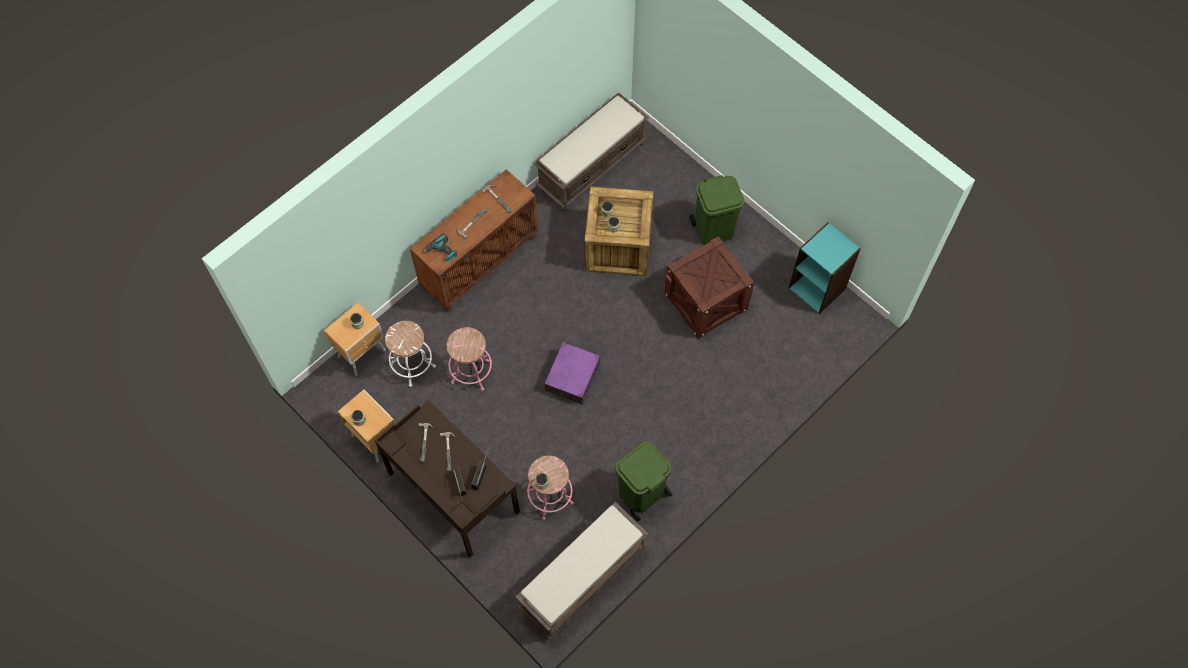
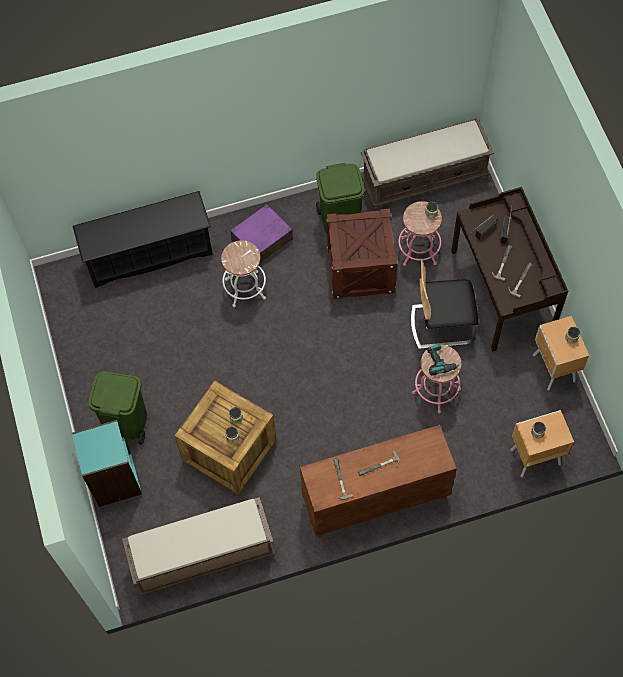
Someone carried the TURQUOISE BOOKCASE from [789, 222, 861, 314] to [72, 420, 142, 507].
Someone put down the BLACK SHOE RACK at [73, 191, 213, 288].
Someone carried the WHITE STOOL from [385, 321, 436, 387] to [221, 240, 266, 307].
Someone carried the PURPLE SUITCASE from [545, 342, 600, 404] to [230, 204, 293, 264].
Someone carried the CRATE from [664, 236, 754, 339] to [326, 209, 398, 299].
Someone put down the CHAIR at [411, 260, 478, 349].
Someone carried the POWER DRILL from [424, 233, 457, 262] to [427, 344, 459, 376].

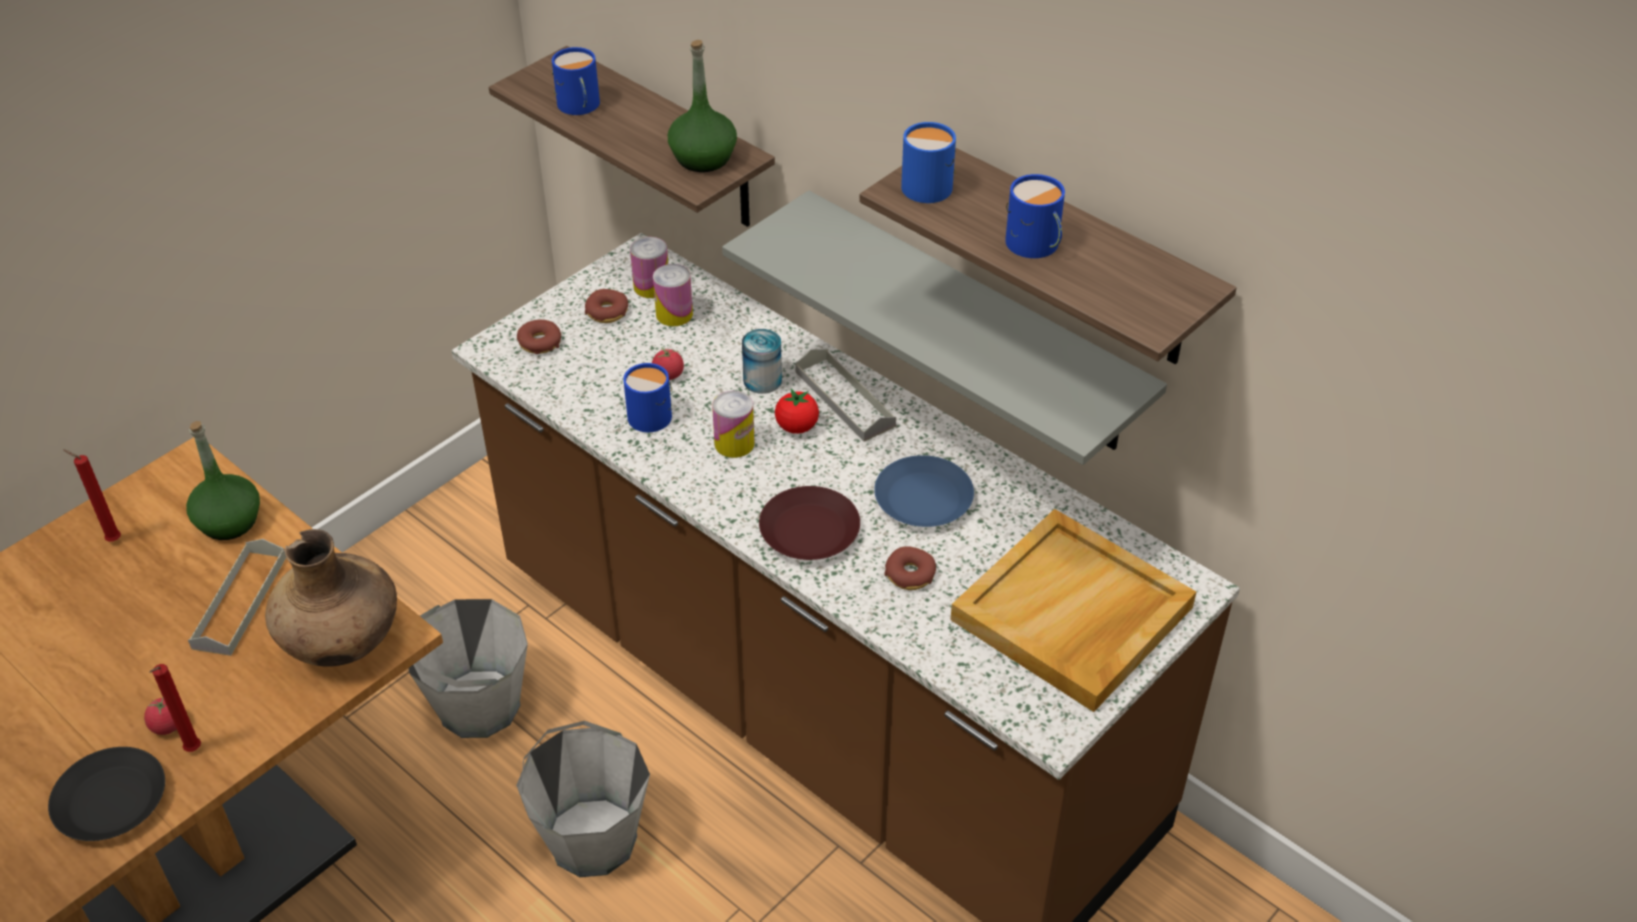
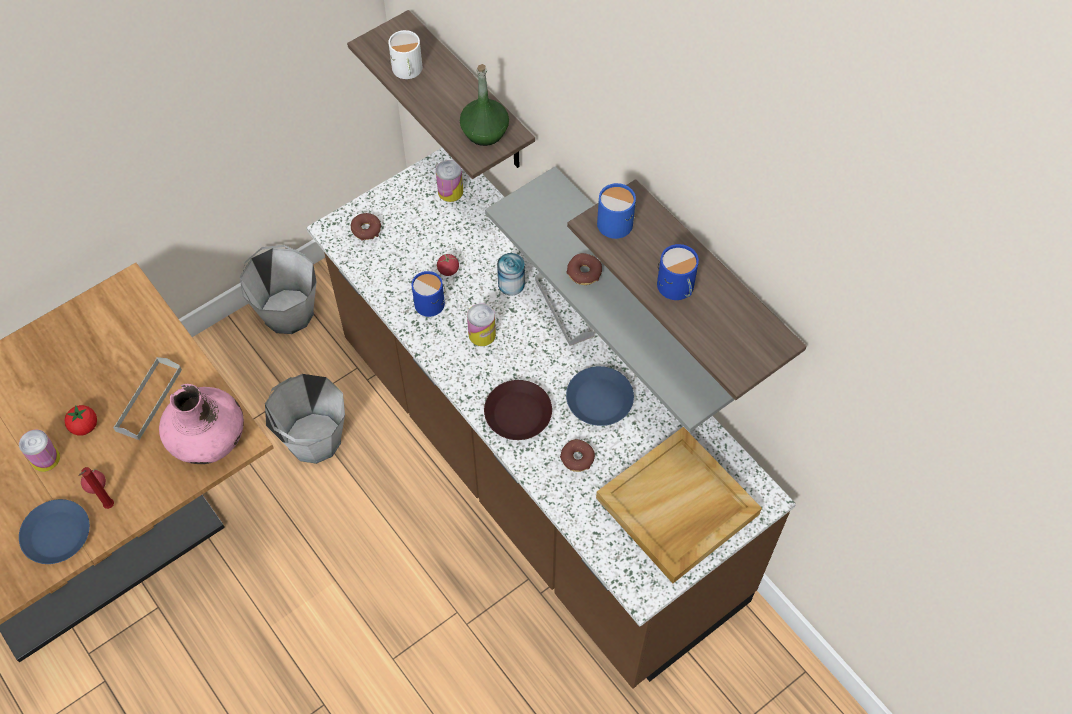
Someone carried the CAN from [653, 264, 693, 326] to [19, 429, 60, 472].
Someone repainted the BLACK PLATE at [48, 747, 165, 841], which became the BLUE PLATE at [19, 499, 90, 564].
Someone carried the TOMATO from [775, 389, 819, 434] to [65, 405, 97, 435].
Someone repainted the BROWN VASE at [265, 529, 397, 667], which became the PINK VASE at [159, 384, 244, 464].
Someone carried the GREY BUCKET from [516, 721, 650, 877] to [240, 245, 317, 334].
Someone repainted the BLUE MUG at [552, 47, 600, 115], which became the WHITE MUG at [388, 30, 423, 79].
Someone carried the DONUT from [585, 289, 628, 323] to [567, 253, 602, 285].
Someone took away the RED CANDLE at [63, 449, 121, 542].
Someone took away the GREEN BOTTLE at [186, 421, 260, 540].

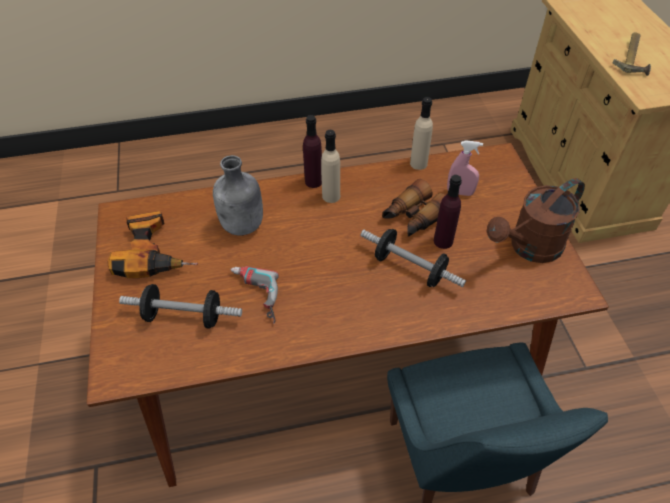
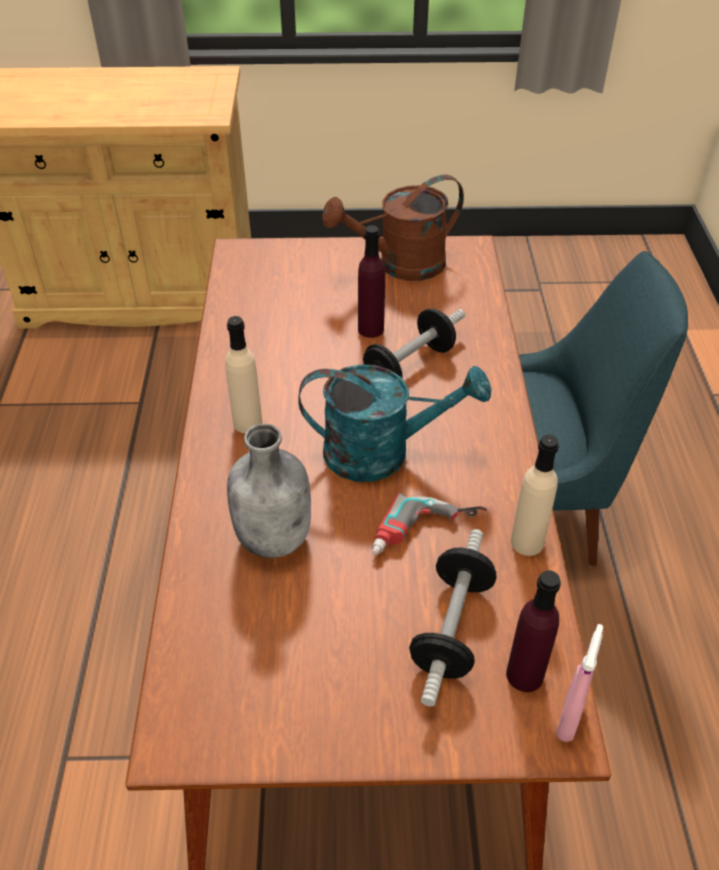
Someone put down the TURQUOISE WATERING CAN at [298, 364, 491, 482].
Someone rotated the BROWN WATERING CAN at [486, 178, 585, 263] by 90 degrees clockwise.
Someone carried the PURPLE BOTTLE from [303, 115, 322, 188] to [506, 570, 561, 692].
Someone carried the BEIGE BOTTLE from [410, 97, 433, 170] to [511, 434, 559, 556].
Someone carried the PINK SPRAY BOTTLE from [447, 140, 483, 196] to [556, 624, 603, 742].
Someone took away the POWER DRILL at [108, 211, 198, 278].
Someone took away the BINOCULARS at [382, 179, 445, 237].
Someone took away the HAMMER at [612, 32, 651, 76].

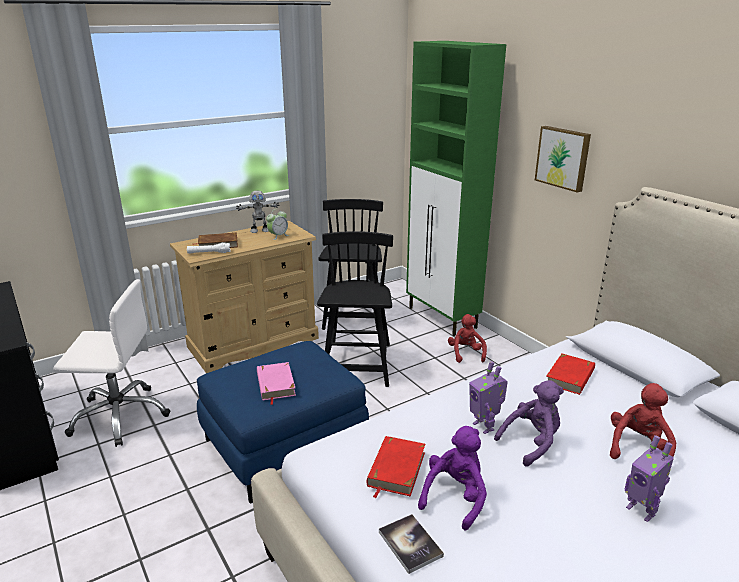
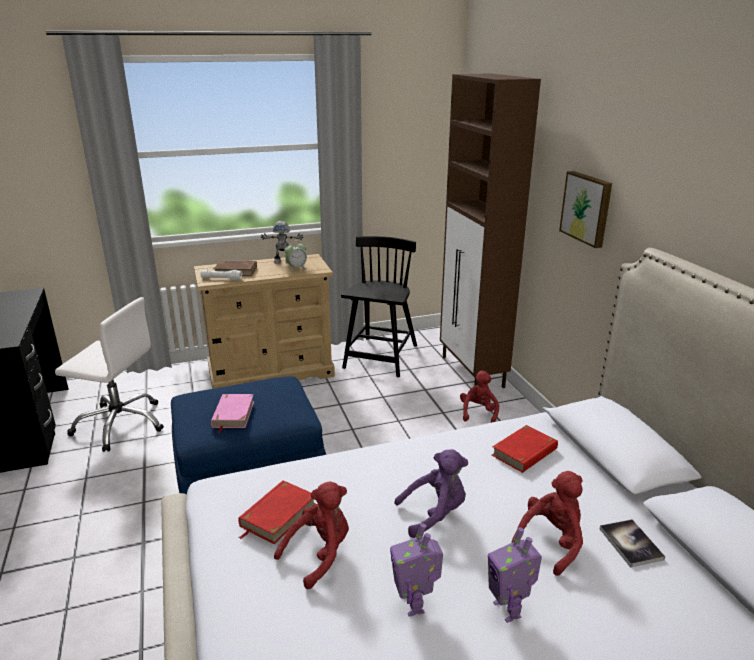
Someone repainted the PURPLE PLUSH TOY at [418, 426, 487, 530], which became the RED PLUSH TOY at [274, 481, 349, 589].
Someone carried the TOY ROBOT from [469, 361, 508, 434] to [390, 523, 443, 616].
Someone repainted the GREEN CABINET at [406, 41, 506, 336], which became the BROWN CABINET at [440, 73, 541, 388].
Someone carried the BOOK from [379, 514, 444, 574] to [600, 519, 665, 568].
Someone took away the BLACK CHAIR at [317, 231, 393, 387].

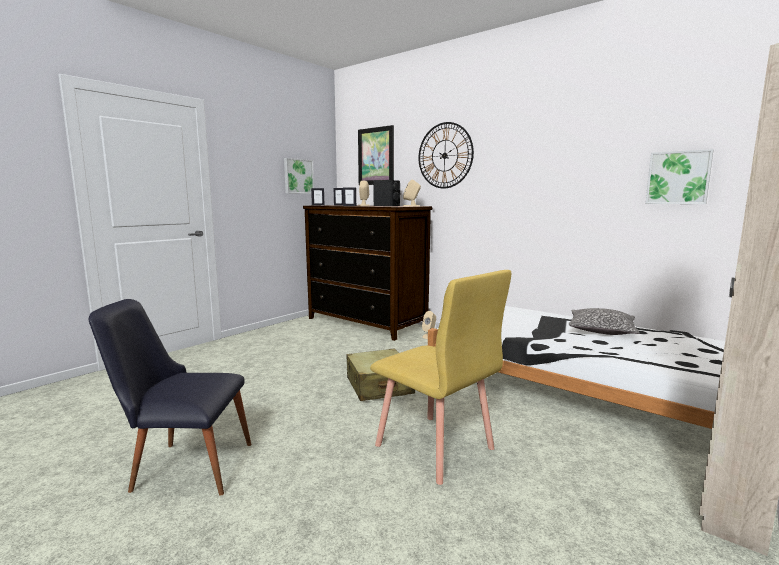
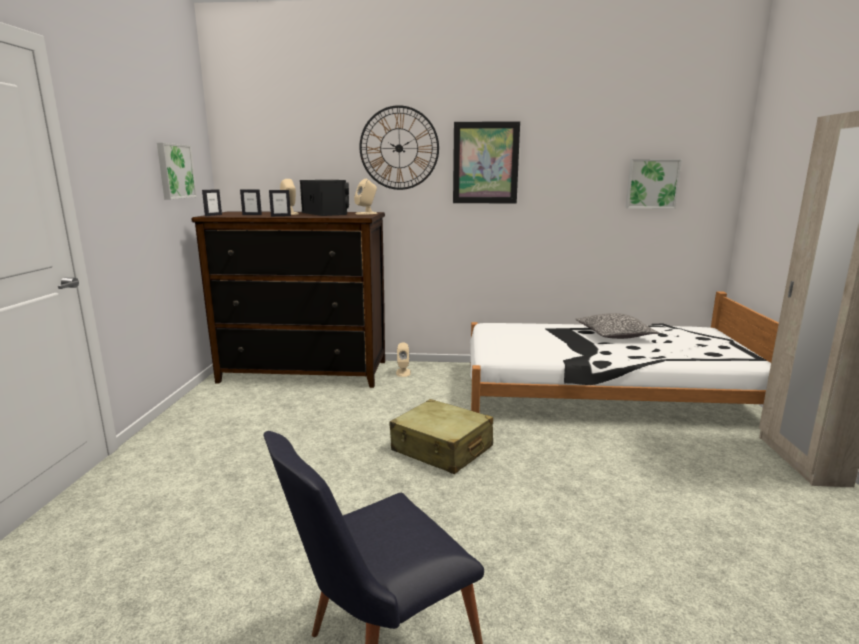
Someone carried the PICTURE from [358, 125, 394, 185] to [453, 121, 520, 203].
Someone took away the YELLOW CHAIR at [370, 270, 511, 485].

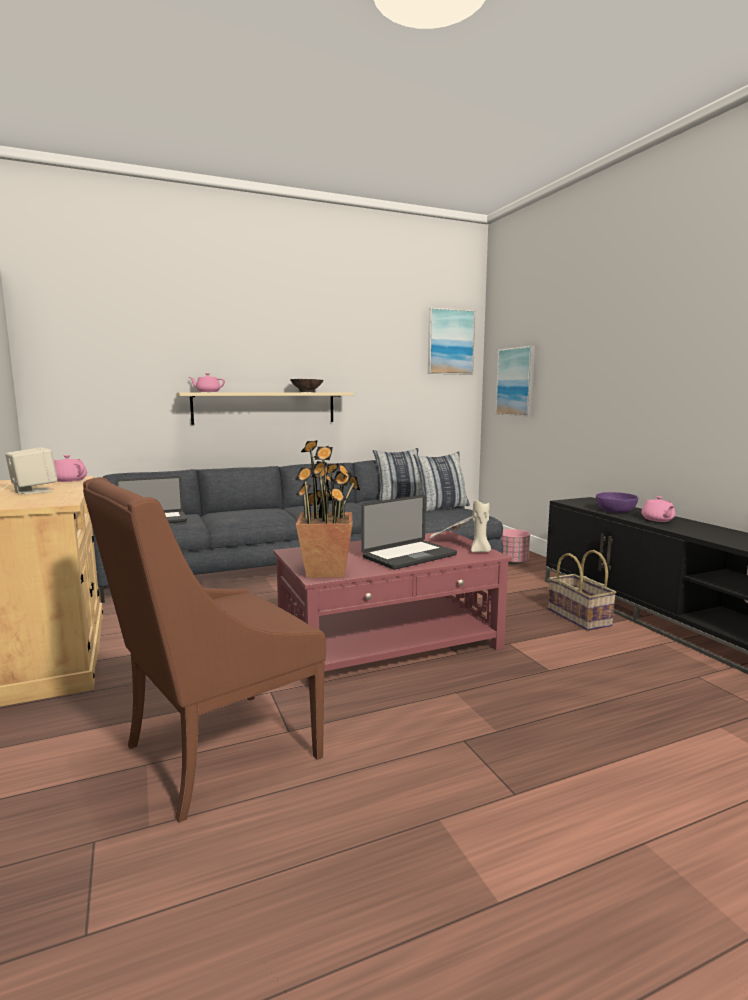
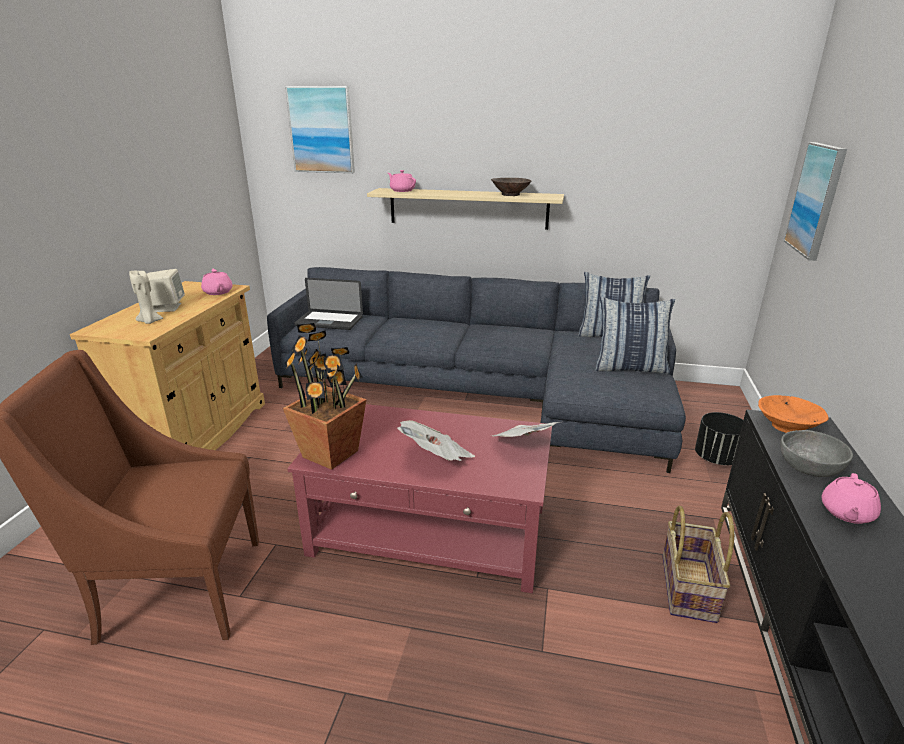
Someone carried the BEIGE CANDLE from [471, 499, 491, 552] to [129, 271, 163, 324].
Someone carried the PICTURE from [428, 308, 475, 375] to [285, 86, 355, 173].
Someone swapped the LAPTOP at [361, 495, 457, 570] for the NEWSPAPER at [397, 420, 475, 461].
Someone repainted the PINK PLANTER at [500, 529, 530, 564], which became the BLACK PLANTER at [695, 412, 743, 465].
Someone put down the ORANGE BOWL at [758, 395, 829, 433].
Someone repainted the PURPLE BOWL at [596, 492, 638, 513], which became the GREY BOWL at [780, 430, 853, 477].

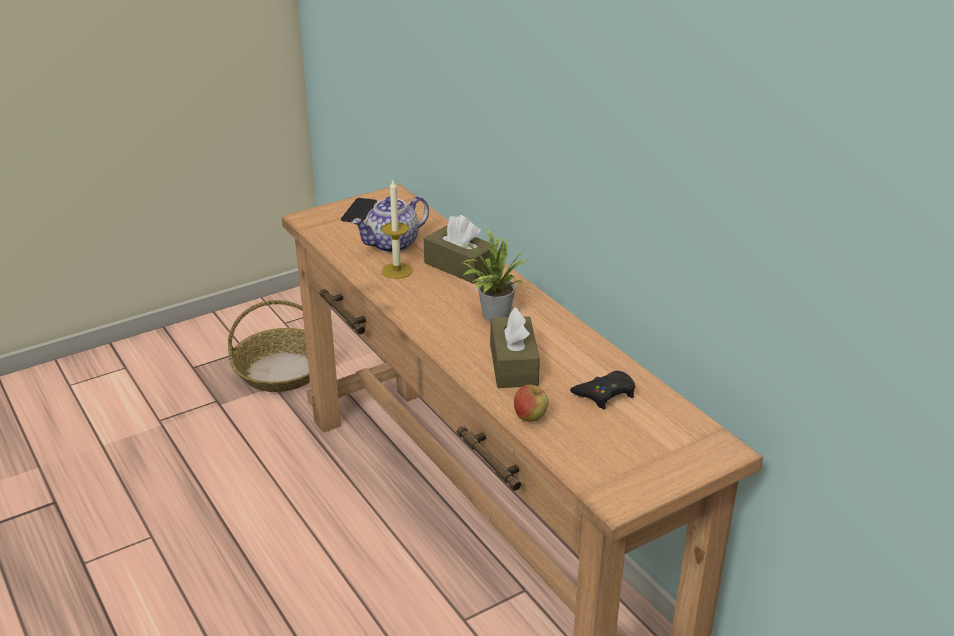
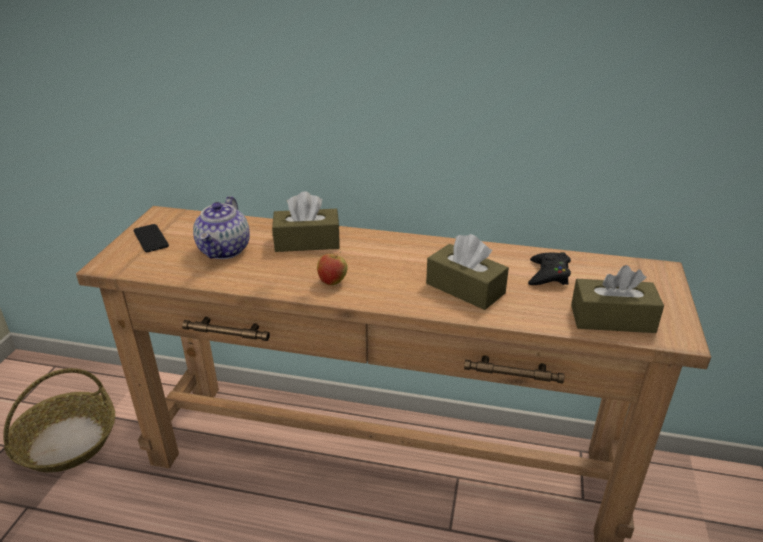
Someone carried the APPLE from [514, 385, 549, 422] to [317, 251, 347, 285].
Someone put down the BROWN TISSUE BOX at [571, 265, 664, 333].
Someone took away the CANDLE at [382, 180, 413, 279].
Someone took away the POTTED PLANT at [458, 229, 527, 322].

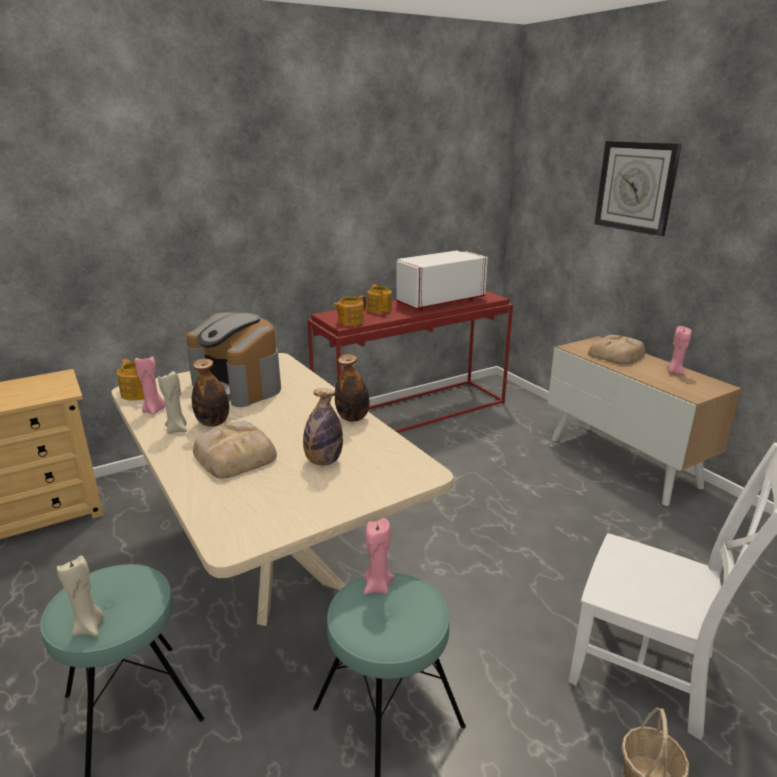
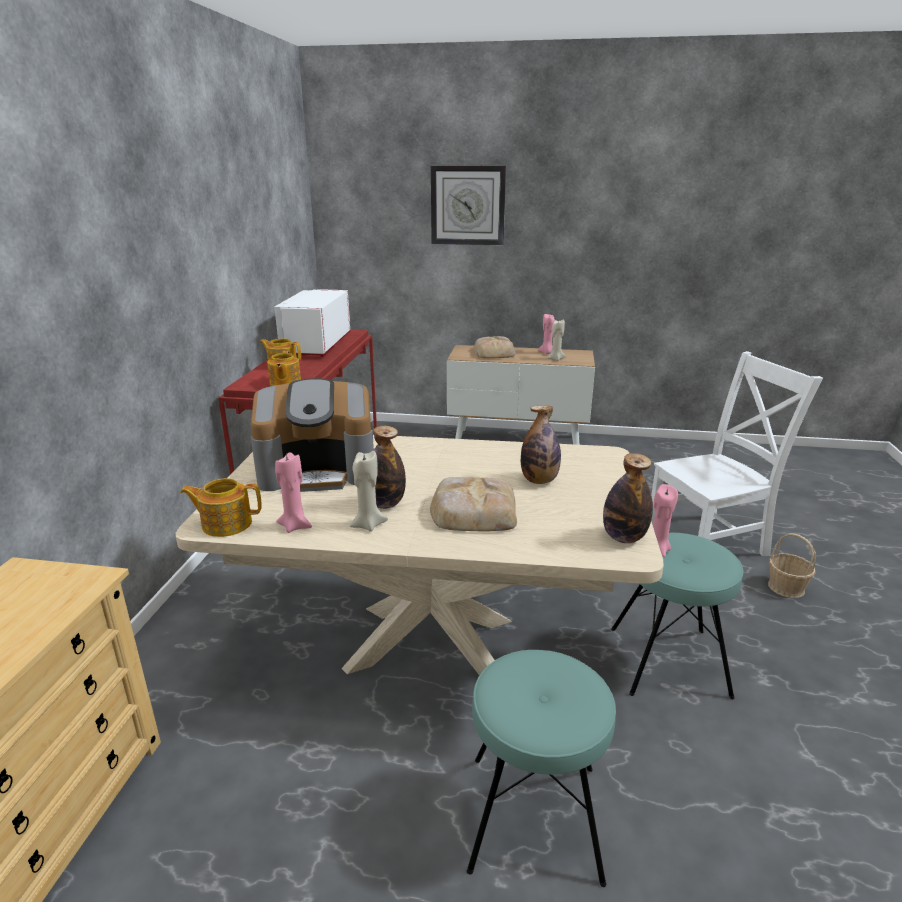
Someone carried the BEIGE CANDLE from [57, 556, 105, 636] to [547, 319, 566, 361].
Someone carried the BOTTLE from [335, 354, 369, 422] to [603, 453, 653, 543].

